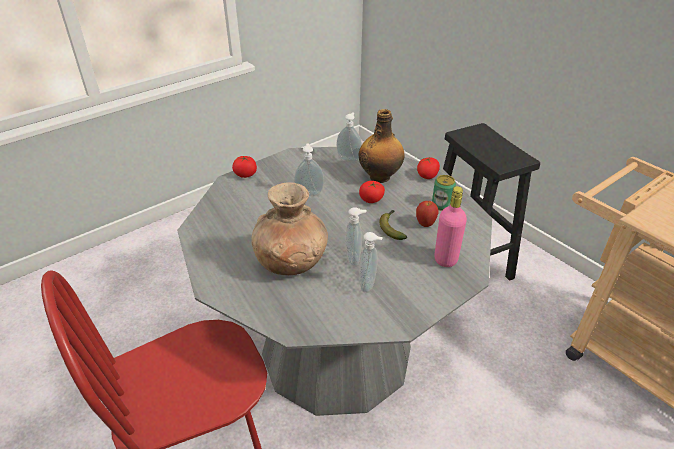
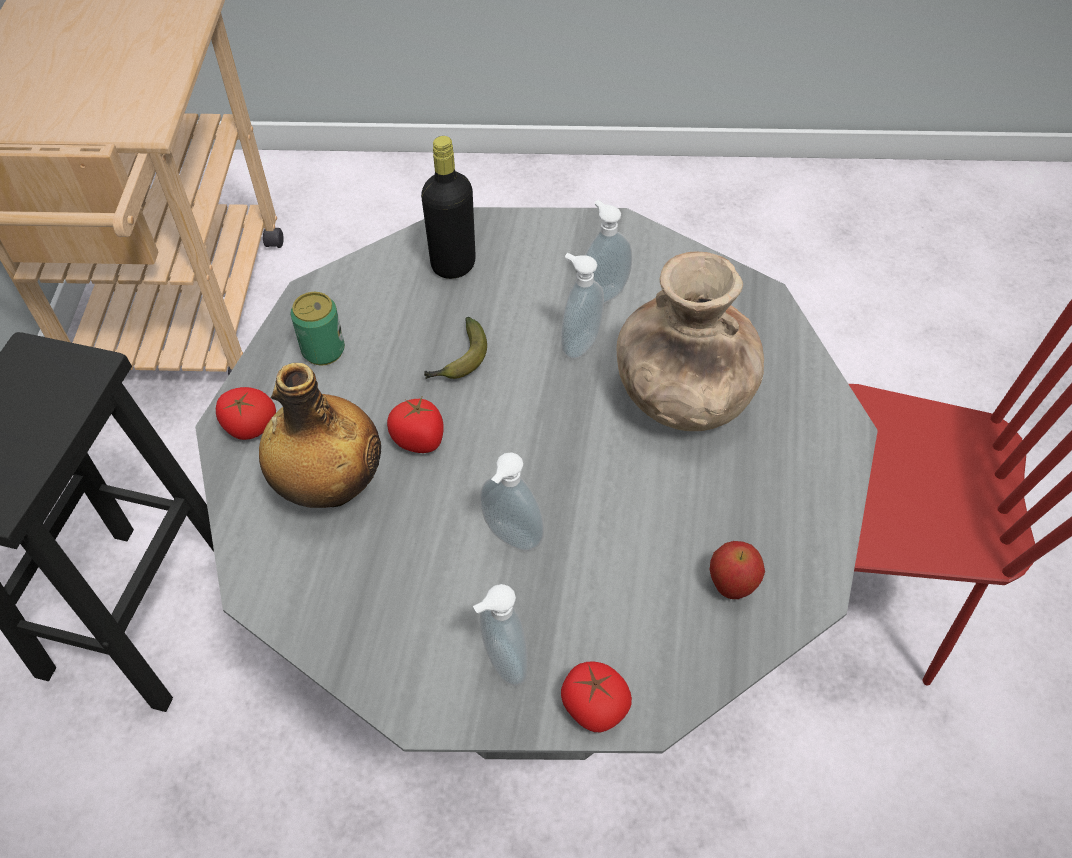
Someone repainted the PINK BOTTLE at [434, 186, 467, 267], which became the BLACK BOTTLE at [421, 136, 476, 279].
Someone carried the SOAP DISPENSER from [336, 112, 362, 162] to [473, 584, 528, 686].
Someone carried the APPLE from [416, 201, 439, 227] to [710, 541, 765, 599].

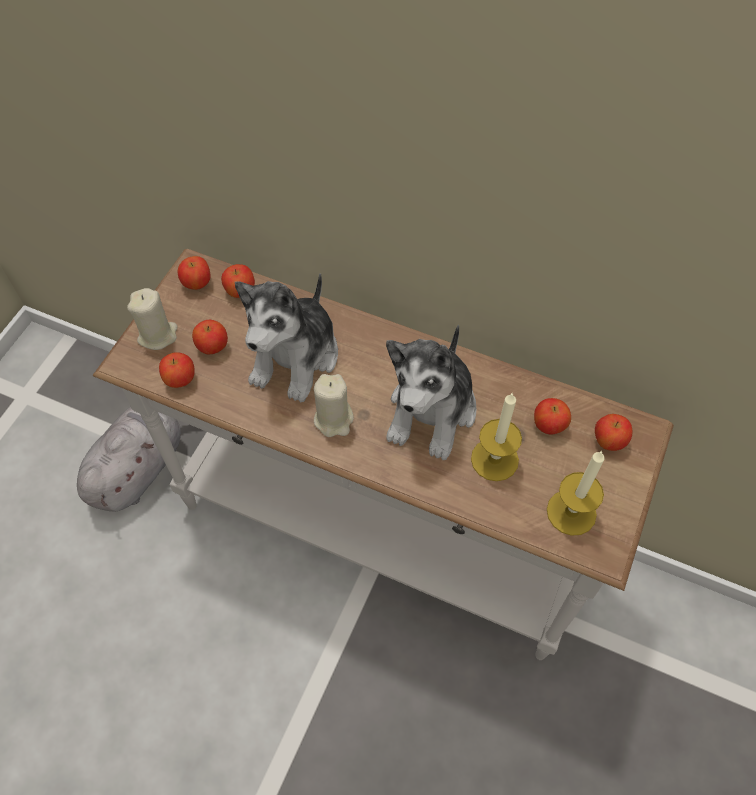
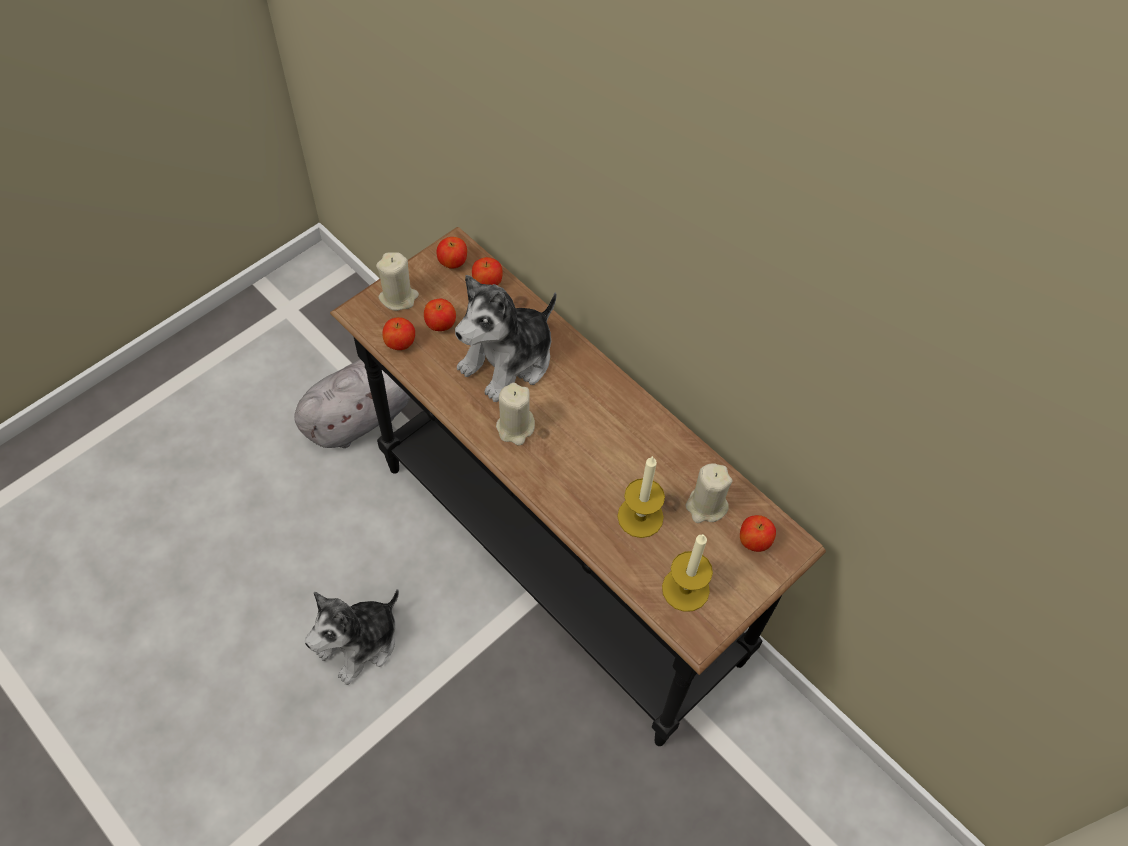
Someone carried the PLUSH TOY from [386, 324, 476, 460] to [305, 589, 399, 685].
Someone repainted the WHITE CONSOLE TABLE at [93, 249, 674, 660], which became the BLACK CONSOLE TABLE at [330, 227, 826, 746].
Someone swapped the APPLE at [534, 398, 571, 435] for the BEIGE CANDLE at [685, 463, 732, 523].

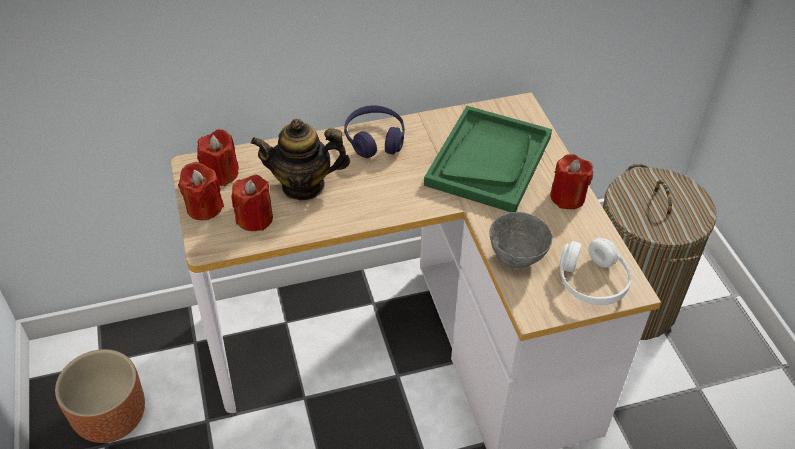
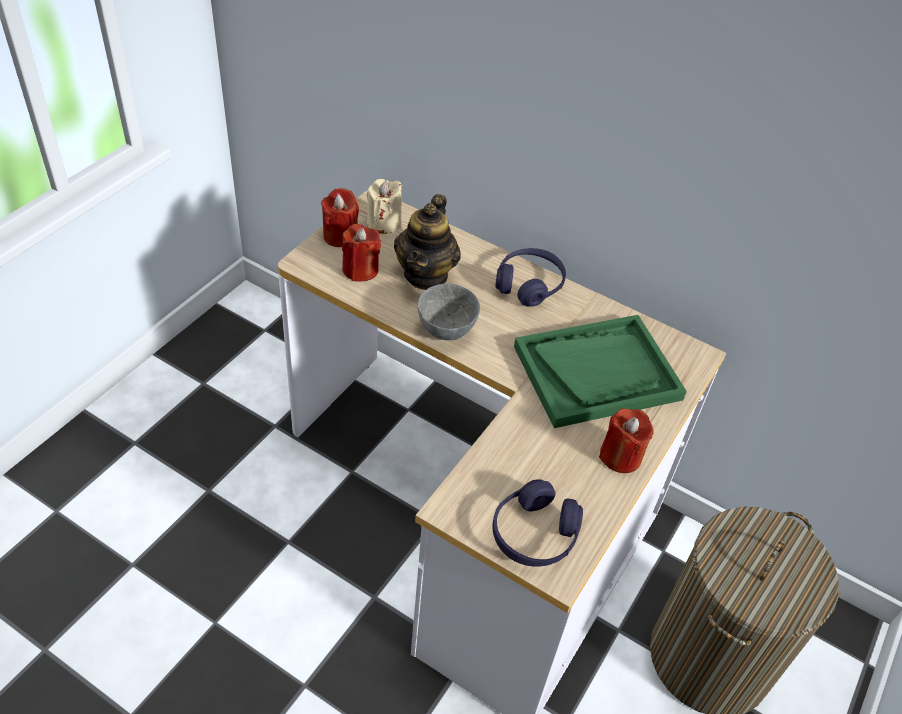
Someone repainted the RED CANDLE at [197, 129, 239, 186], which became the BEIGE CANDLE at [367, 179, 402, 234].
Someone rotated the TEAPOT at [251, 119, 350, 200] by 120 degrees counterclockwise.
Someone carried the GREY BOWL from [490, 212, 552, 268] to [417, 283, 480, 340].
Someone repainted the WHITE HEADPHONES at [560, 238, 632, 305], which became the PURPLE HEADPHONES at [492, 479, 583, 567].
Someone took away the BROWN PLANTER at [55, 349, 145, 443].

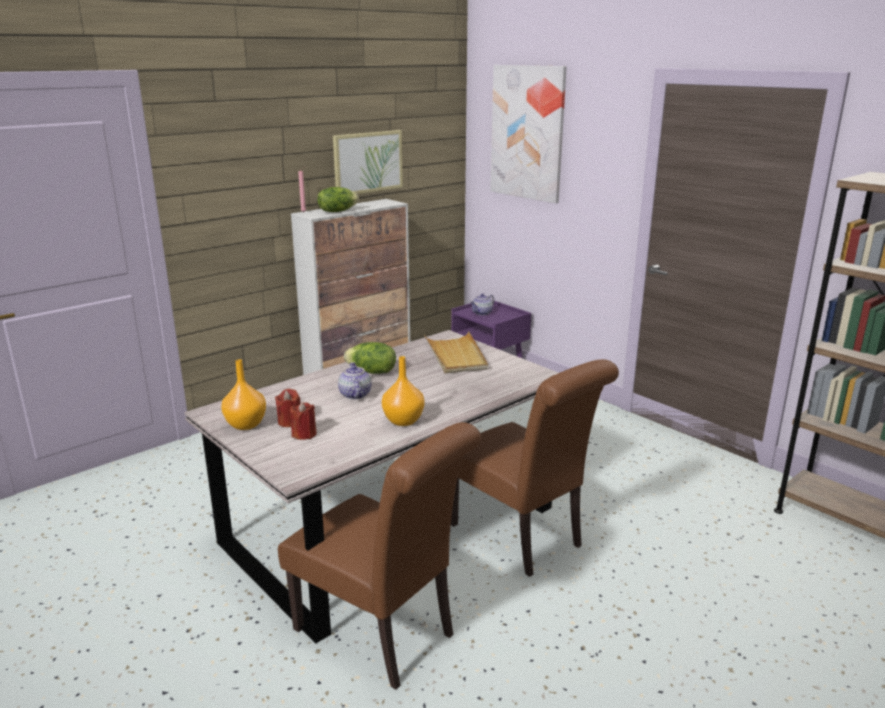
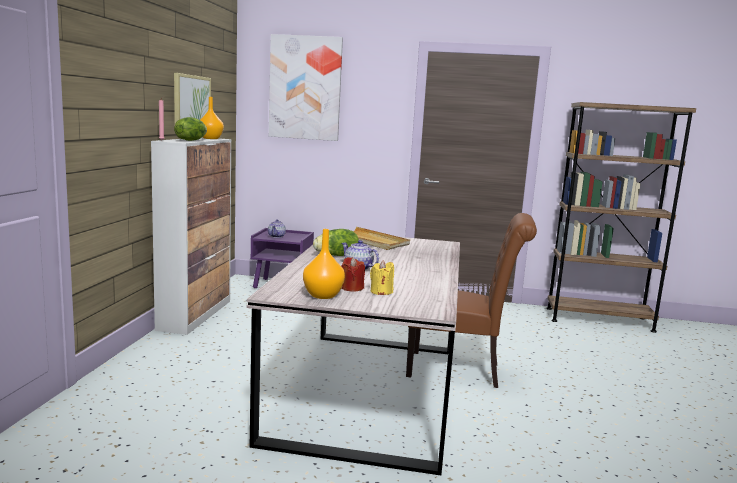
Someone carried the ORANGE VASE from [382, 356, 425, 426] to [200, 97, 224, 139].
Someone repainted the RED CANDLE at [290, 402, 317, 440], which became the YELLOW CANDLE at [370, 260, 394, 295].
Someone took away the BROWN CHAIR at [278, 422, 481, 690].

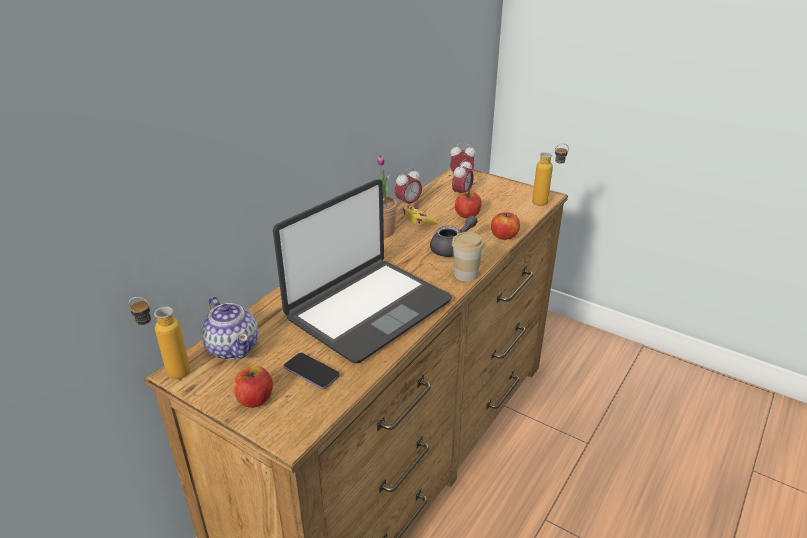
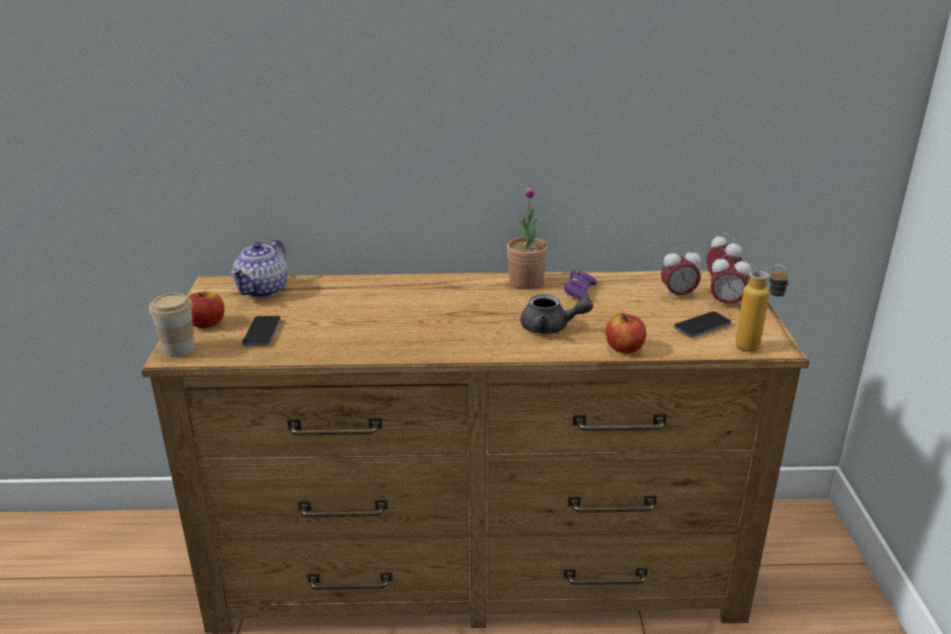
Someone carried the CUP from [452, 232, 484, 281] to [149, 293, 195, 357].
Someone repainted the YELLOW GAME CONTROLLER at [403, 206, 437, 225], which became the PURPLE GAME CONTROLLER at [564, 270, 597, 301].
Someone put down the PHONE at [674, 312, 731, 338].
Someone carried the ALARM CLOCK from [395, 168, 422, 208] to [710, 254, 751, 308].
Someone took away the BOTTLE at [129, 297, 190, 379].
Someone took away the LAPTOP at [273, 179, 452, 364].
Someone took away the APPLE at [455, 190, 482, 218].

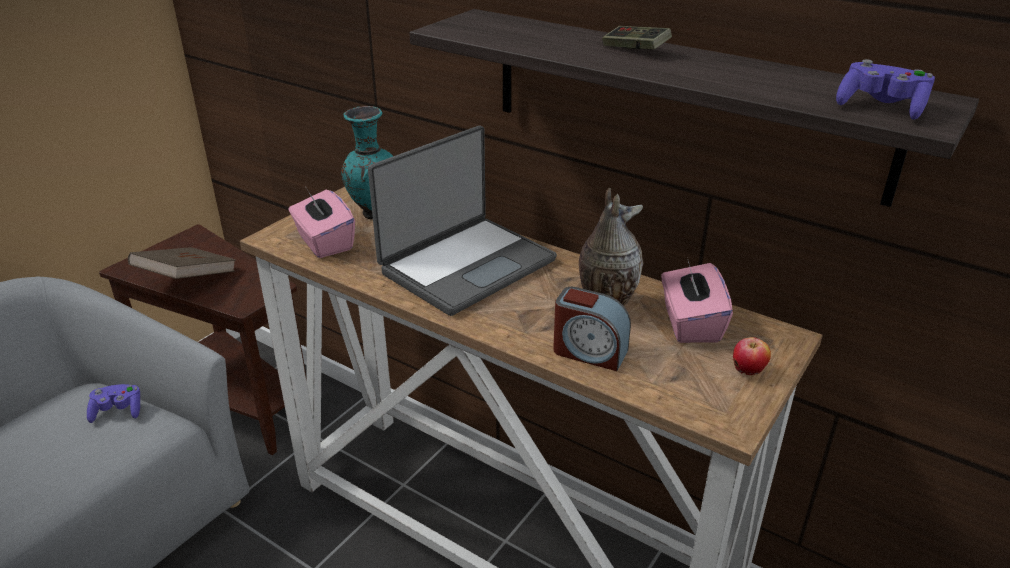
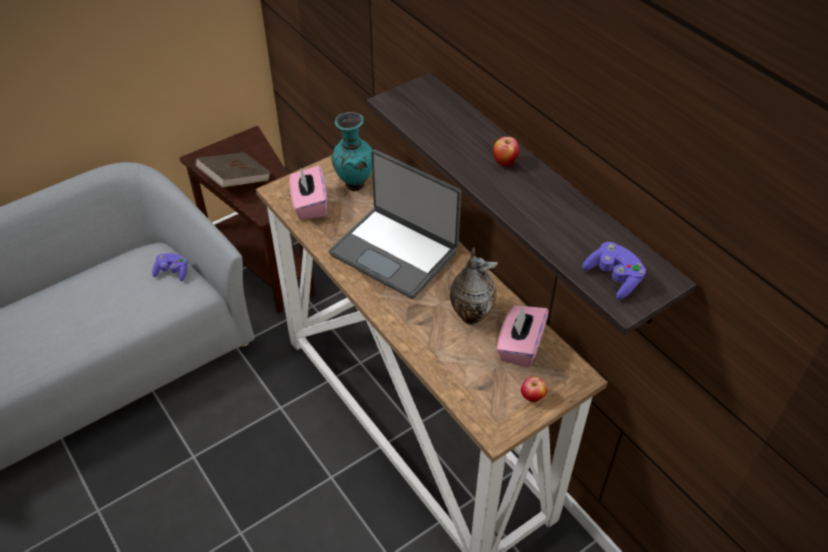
Someone rotated the LAPTOP at [368, 125, 557, 316] by 60 degrees clockwise.
Someone swapped the GAME CONTROLLER at [602, 26, 672, 49] for the APPLE at [493, 137, 519, 167].
Someone took away the ALARM CLOCK at [553, 287, 631, 371].

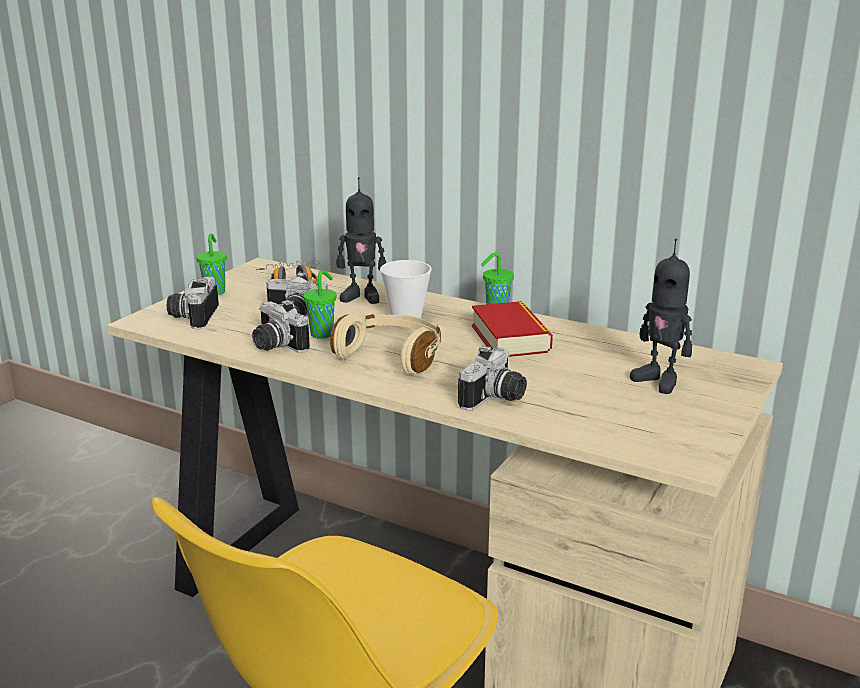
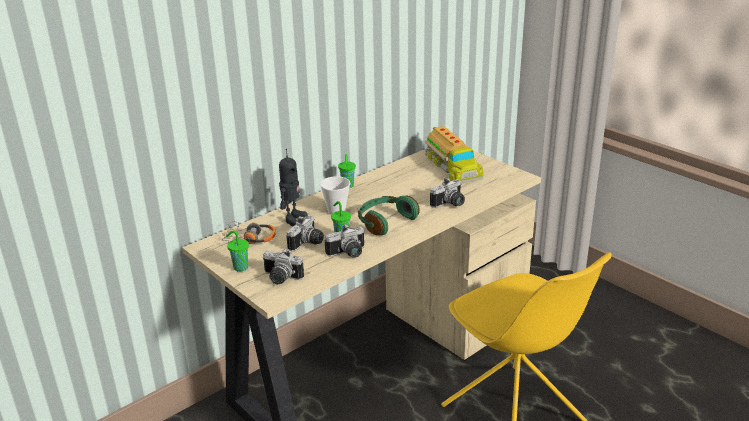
Someone repainted the BEIGE HEADPHONES at [330, 314, 441, 374], which became the GREEN HEADPHONES at [358, 195, 420, 235].
Someone swapped the TOY ROBOT at [630, 239, 692, 394] for the TOY TRUCK at [424, 126, 483, 184].
Someone rotated the PHOTO CAMERA at [458, 346, 527, 411] by 90 degrees clockwise.
Someone took away the BOOK at [472, 301, 553, 357].

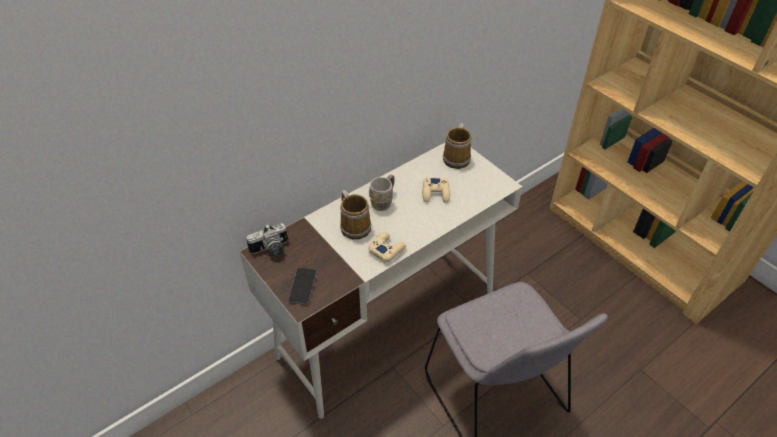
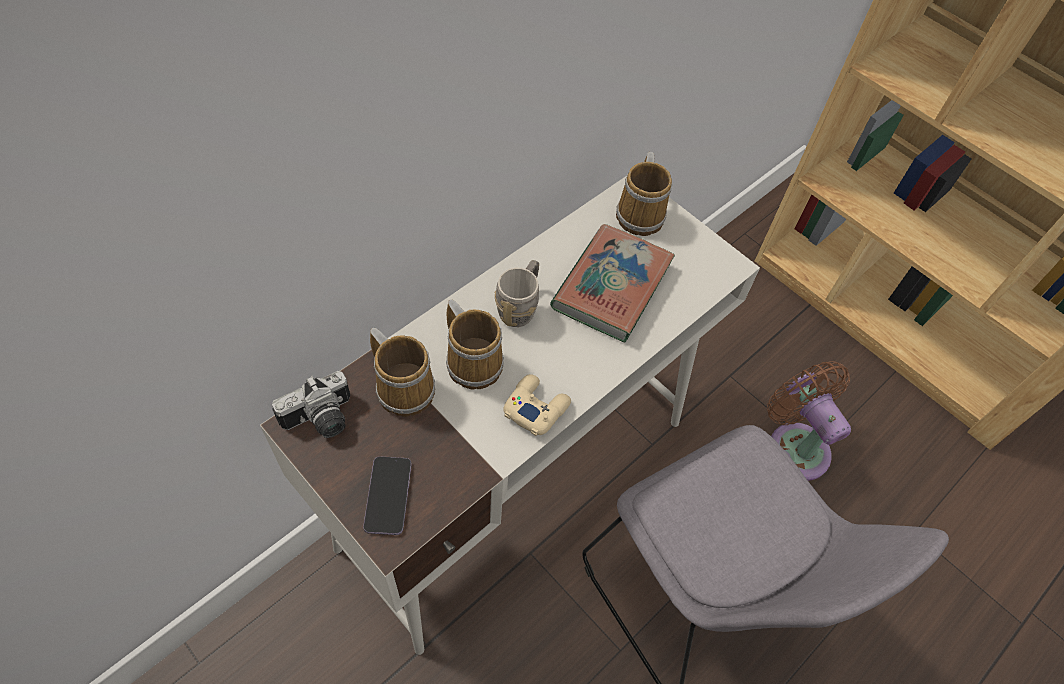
Someone put down the MUG at [370, 328, 435, 417].
Someone swapped the BEIGE GAME CONTROLLER at [422, 177, 450, 203] for the BOOK at [550, 224, 675, 342].
Someone put down the BROWN FAN at [767, 361, 851, 481].

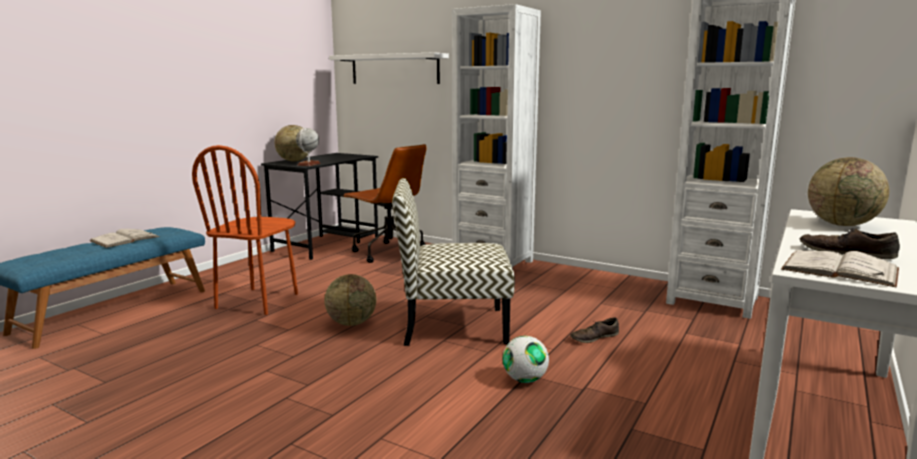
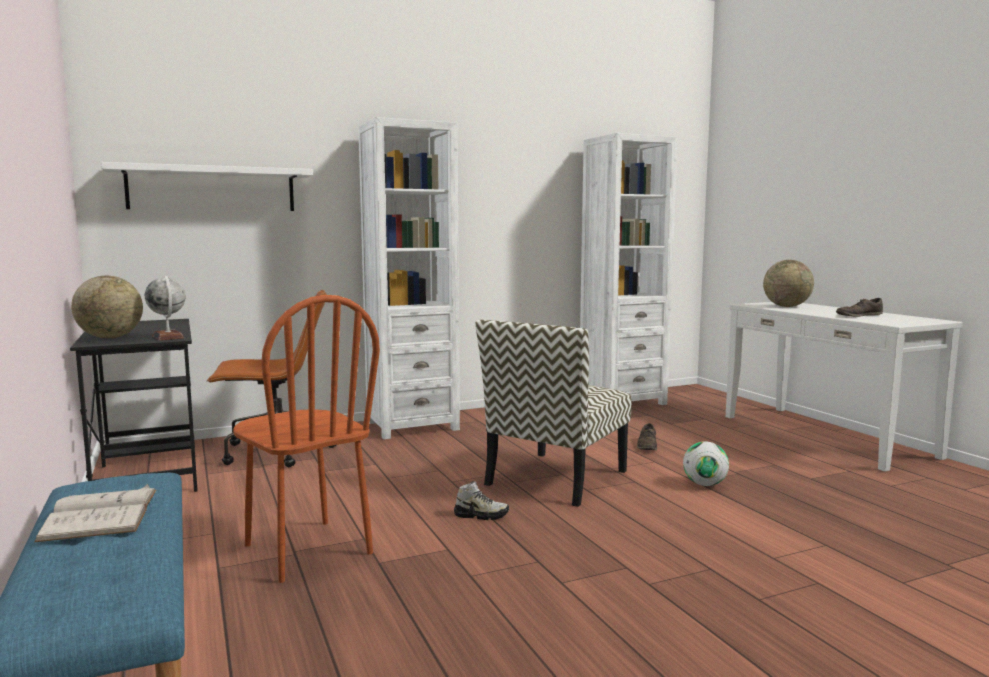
Someone swapped the GLOBE at [325, 274, 376, 326] for the SHOE at [454, 481, 509, 520].
Someone took away the WHITE BOOK at [781, 250, 899, 288].

